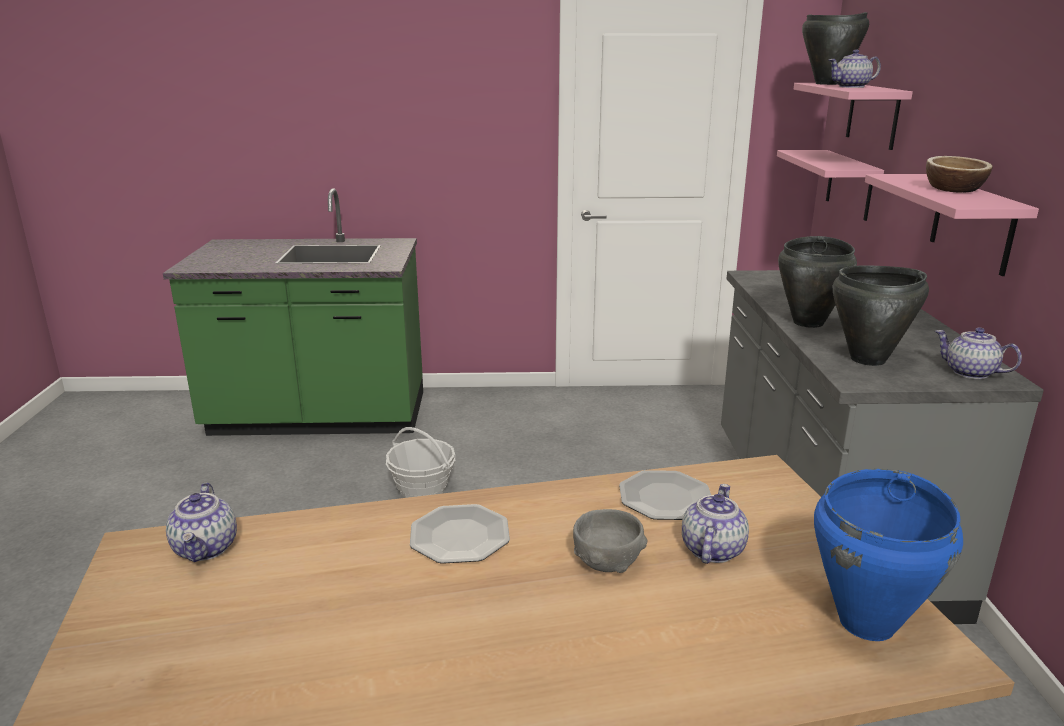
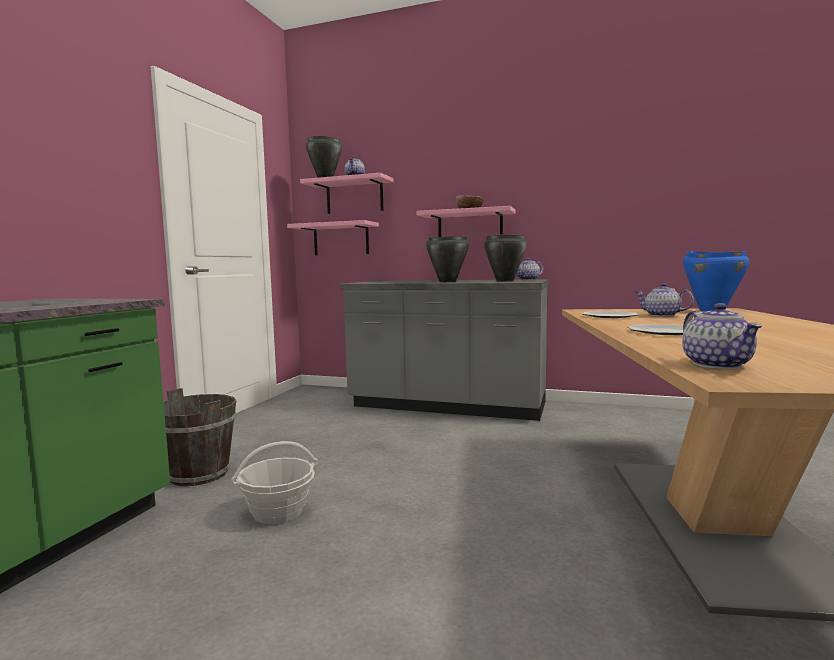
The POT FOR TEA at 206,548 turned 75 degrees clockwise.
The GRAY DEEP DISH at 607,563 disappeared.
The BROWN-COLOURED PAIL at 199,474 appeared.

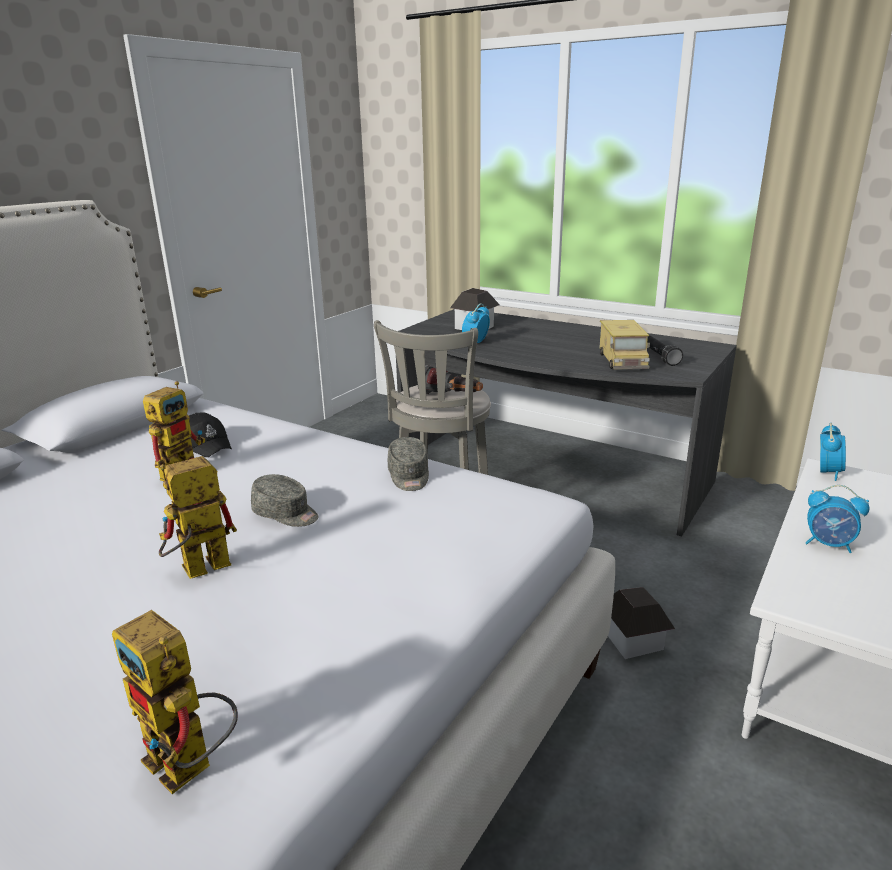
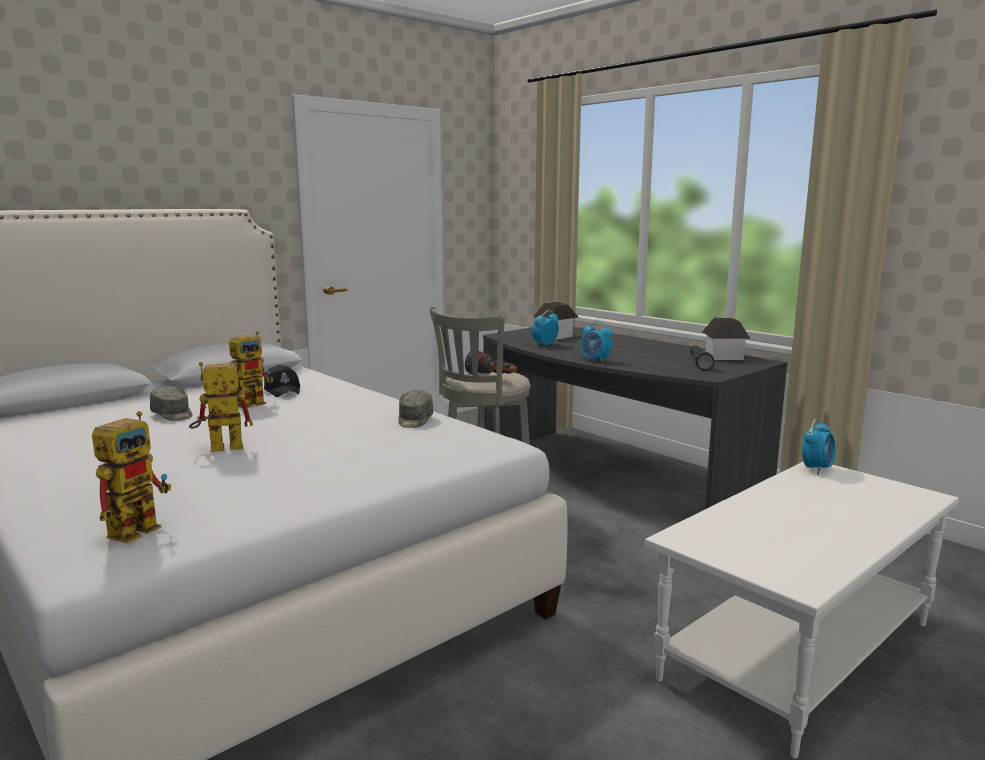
The TOY LORRY at 622,360 disappeared.
The GRAY CAP moved from 286,514 to 173,414.
The ALARM CLOCK moved from 829,544 to 595,360.
The TOY HOUSE moved from 633,640 to 724,356.
The TOY ROBOT at 190,767 turned 120 degrees counterclockwise.

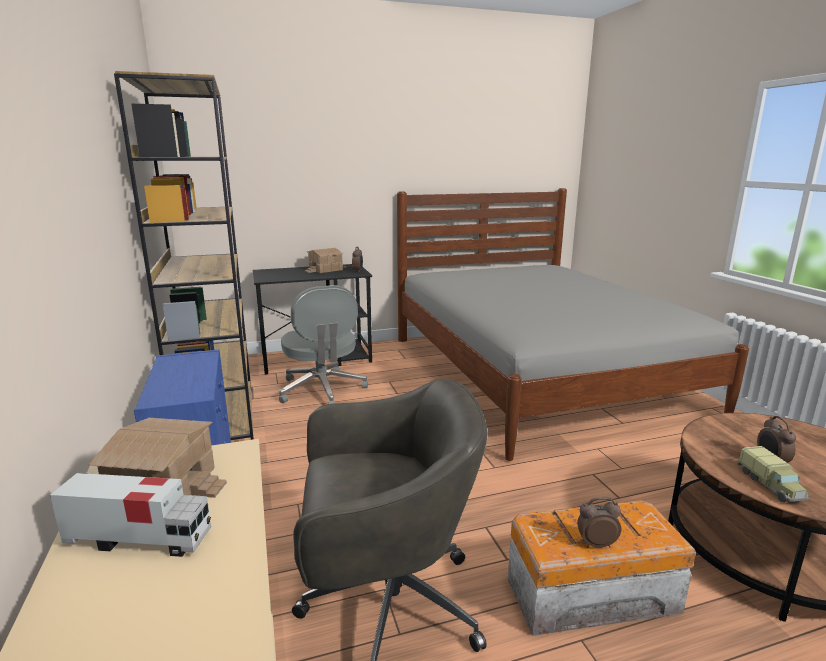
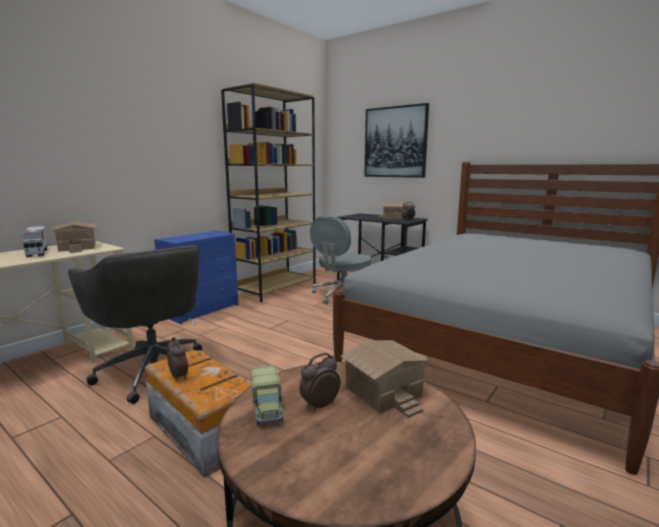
The TOY LORRY at 771,485 turned 60 degrees counterclockwise.
The PICTURE at 395,142 appeared.
The TOY HOUSE at 384,391 appeared.

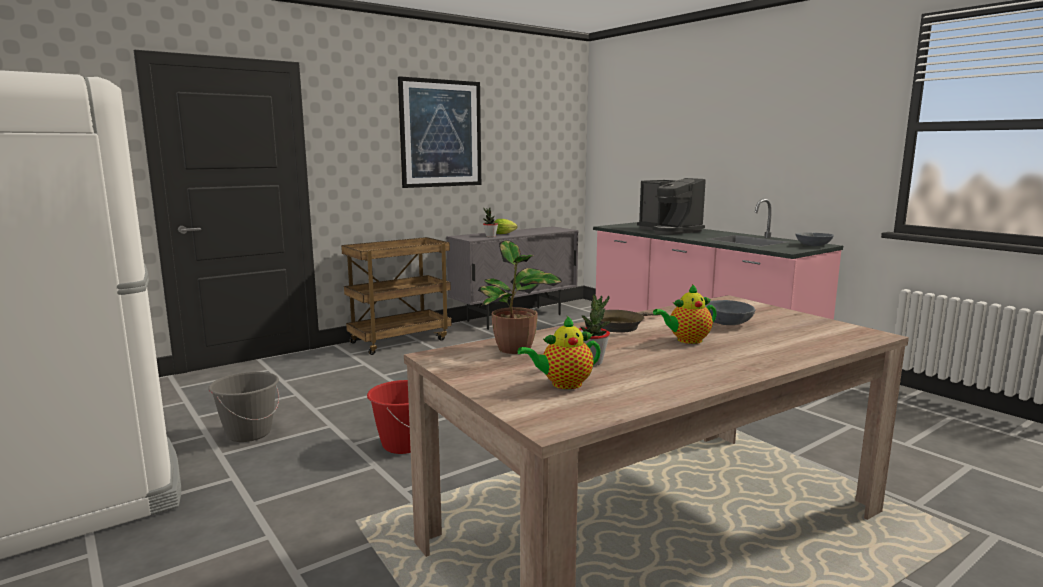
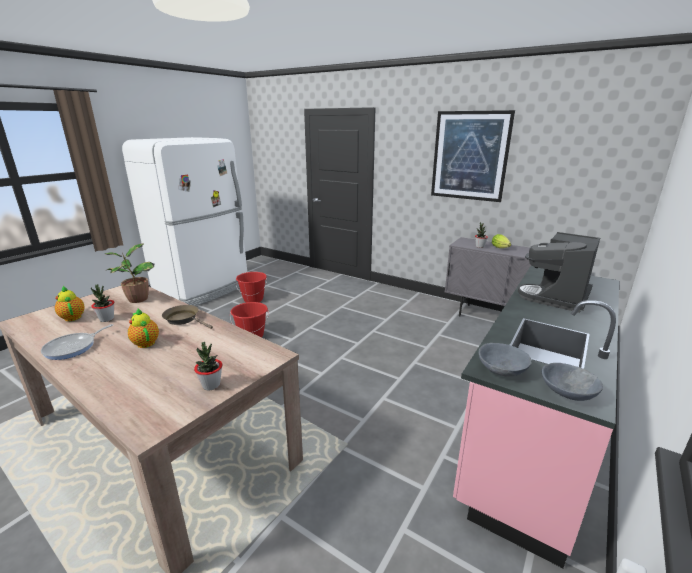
The BROWN-COLOURED CART at 400,340 disappeared.
The GRAY DEEP DISH moved from 725,323 to 502,369.
The GRAY PAIL at 249,433 became the RED PAIL at 253,299.
The FRYING PAN at 73,347 appeared.
The HOUSEPLANT at 211,385 appeared.

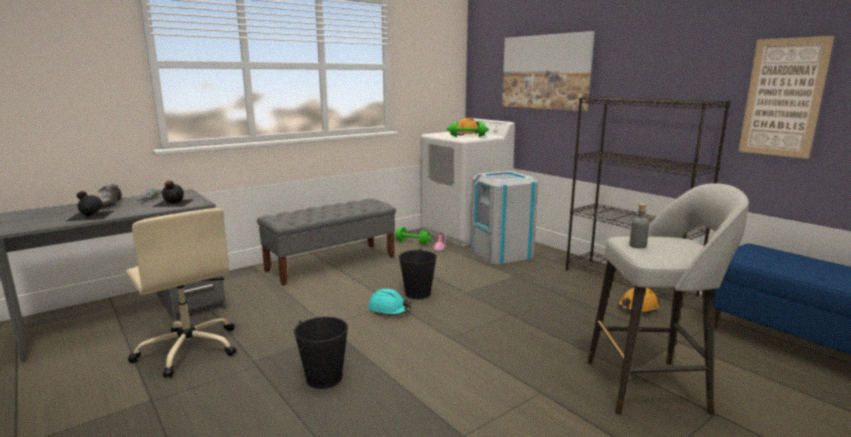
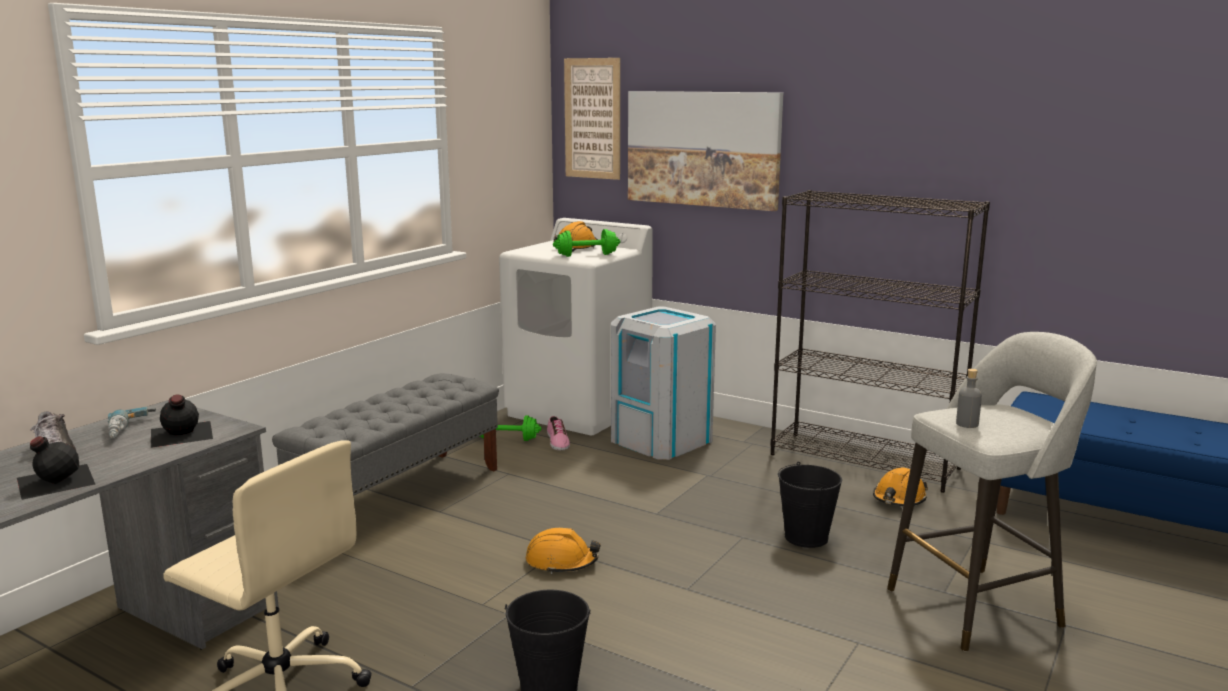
The PICTURE moved from 783,98 to 592,118.
The BLACKISH PAIL moved from 418,293 to 806,537.
The TURQUOISE-COLOURED WORK HELMET at 389,310 became the ORANGEY WORK HELMET at 561,562.

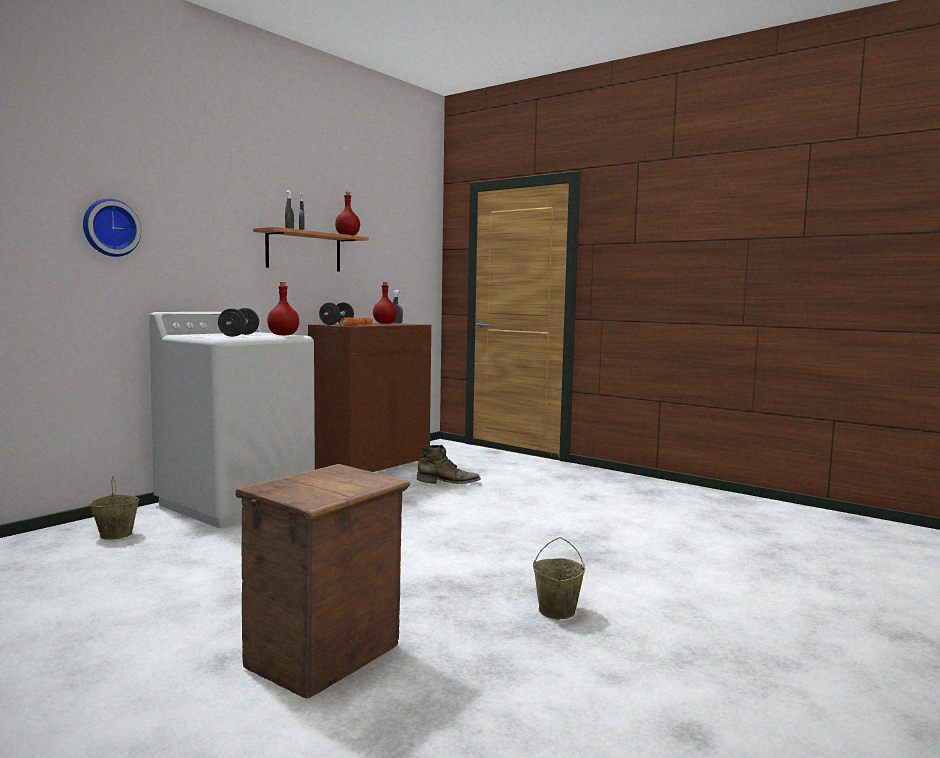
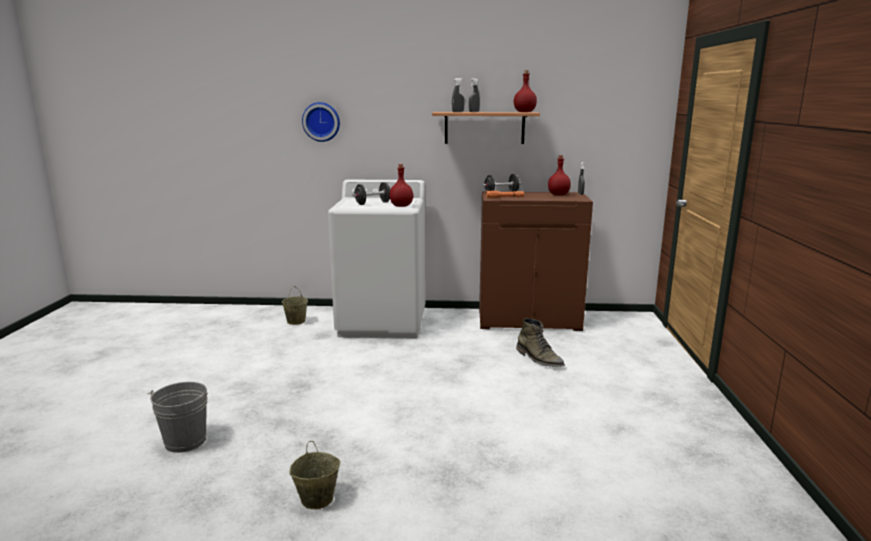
The SHIPPING CRATE at 325,656 was replaced by the GRAY PAIL at 185,441.

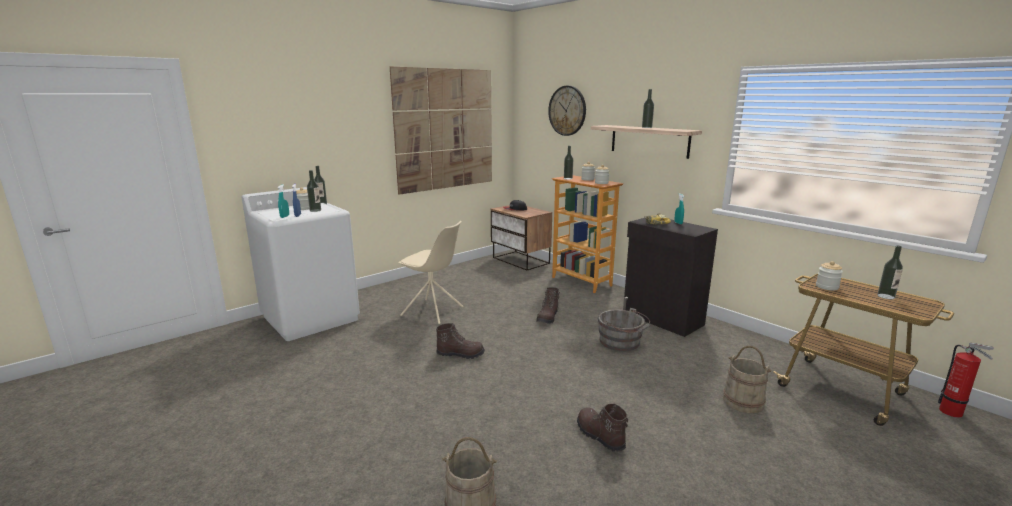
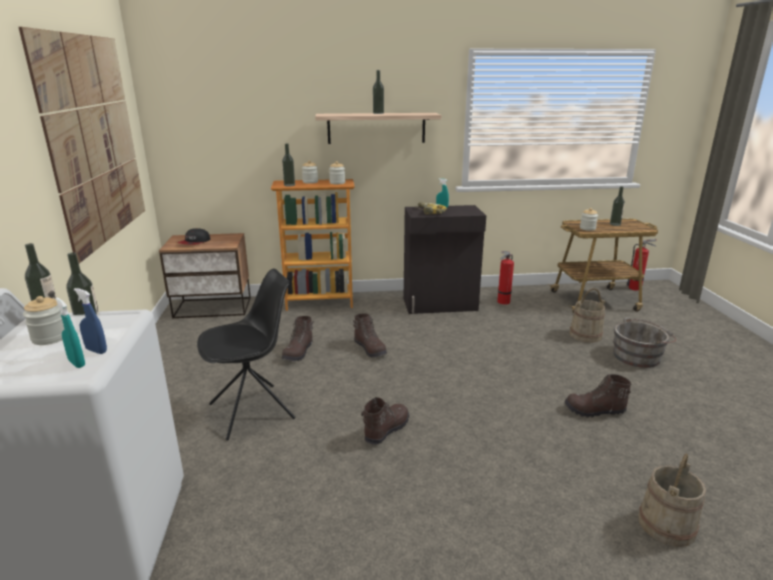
The CLOCK ON THE WALL at 567,110 disappeared.
The BEIGE-COLOURED UPRIGHT CHAIR at 433,311 became the BLACKISH UPRIGHT CHAIR at 253,411.
The GRAY PAIL moved from 621,342 to 639,356.
The FIRE-FIGHTING CYLINDER at 502,302 appeared.
The BROWN-COLOURED TALL BOOT at 299,352 appeared.

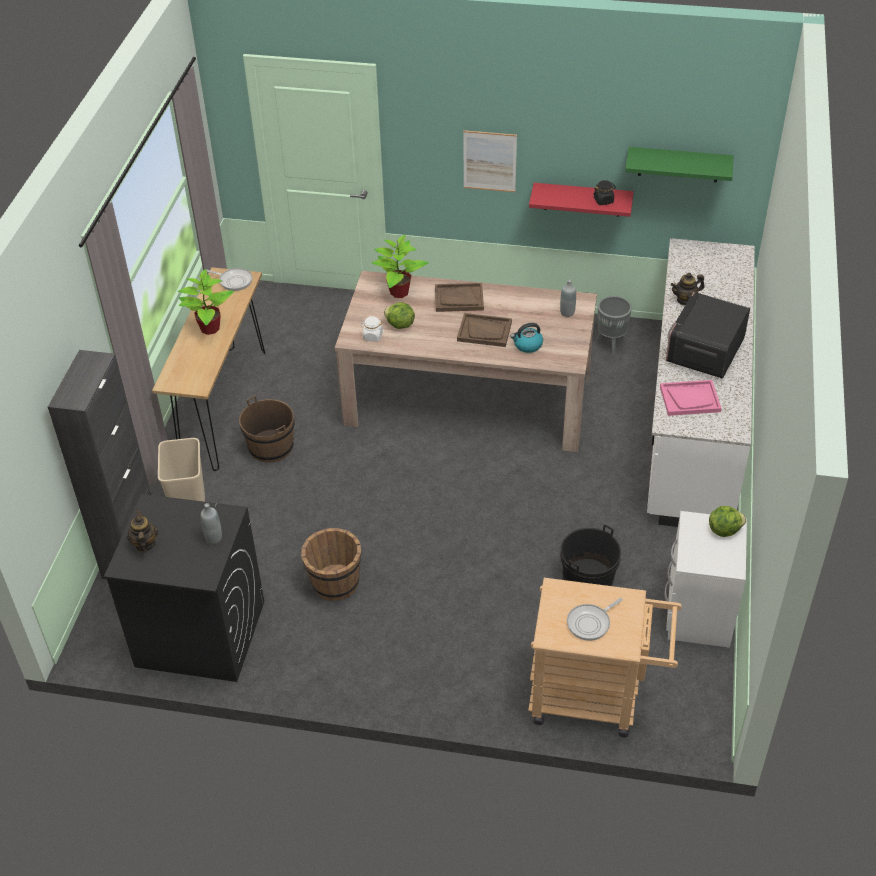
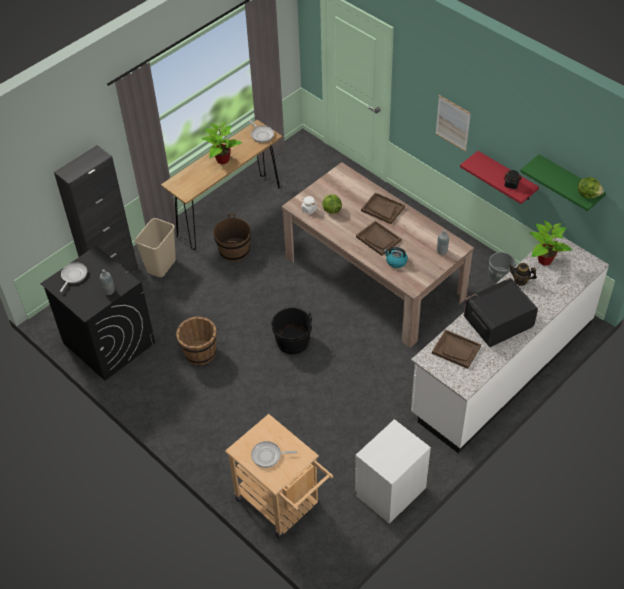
The HOUSEPLANT moved from 399,292 to 544,260.
The PINKISH CARRYING TRAY at 690,399 became the BROWN-COLOURED CARRYING TRAY at 456,350.
The LETTUCE HEAD moved from 724,530 to 588,194.
The POT FOR TEA at 144,544 was replaced by the FRYING PAN at 73,276.
The BLACKISH PAIL moved from 588,579 to 293,341.

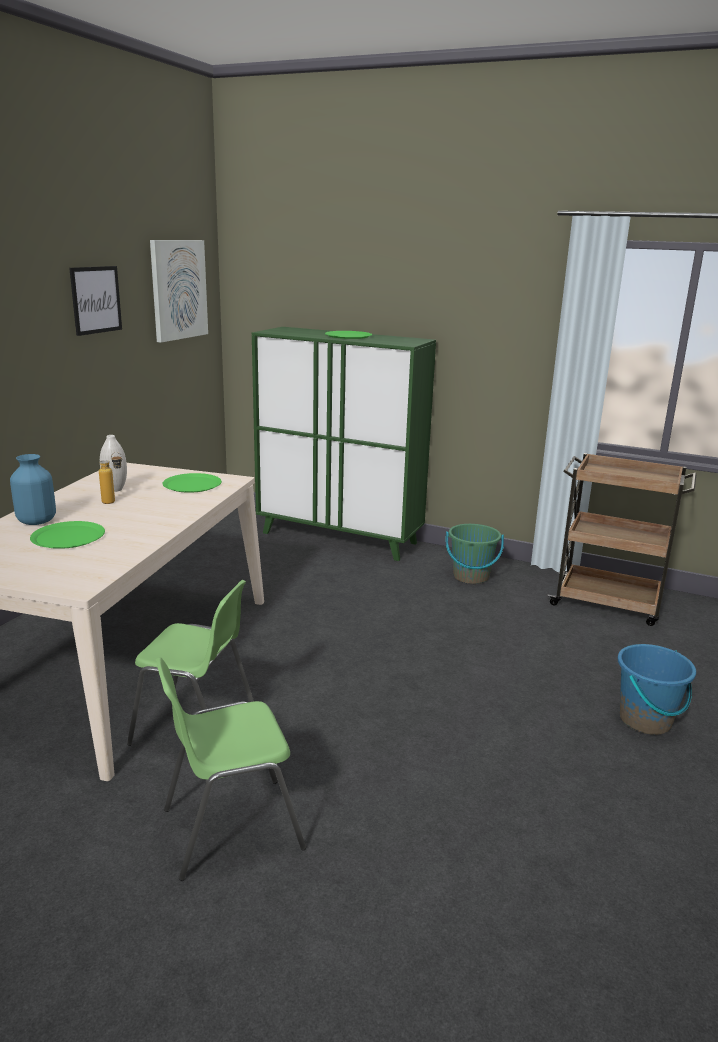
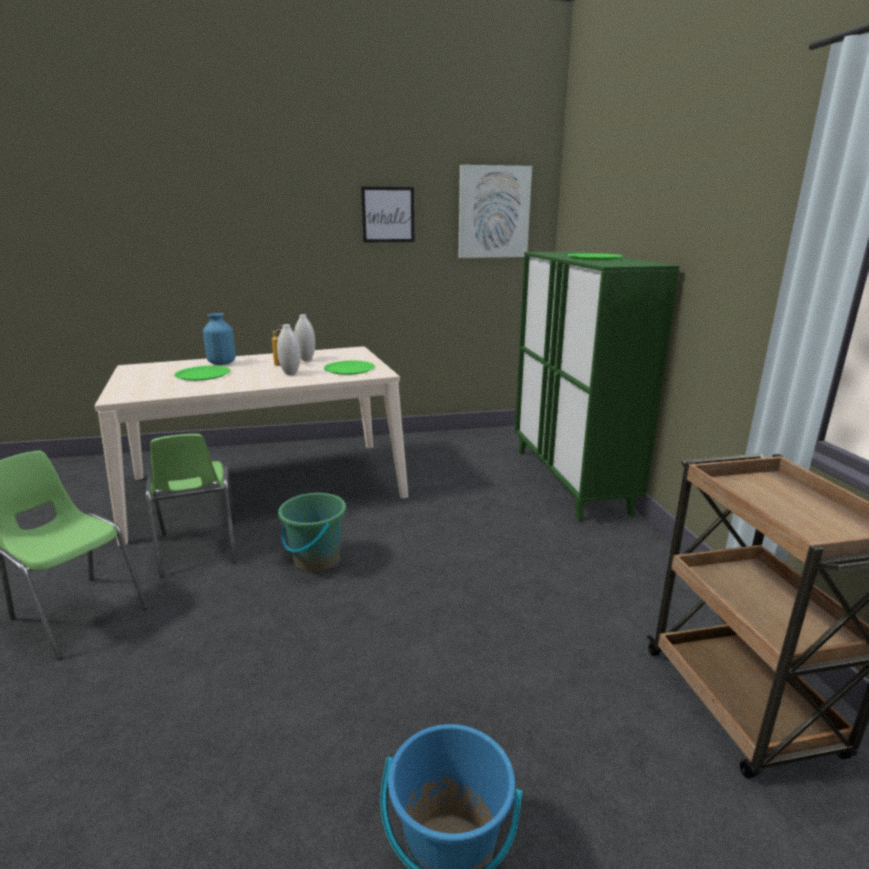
The GREENISH PAIL moved from 471,577 to 316,560.
The WHITISH FLOWER VASE at 290,373 appeared.

